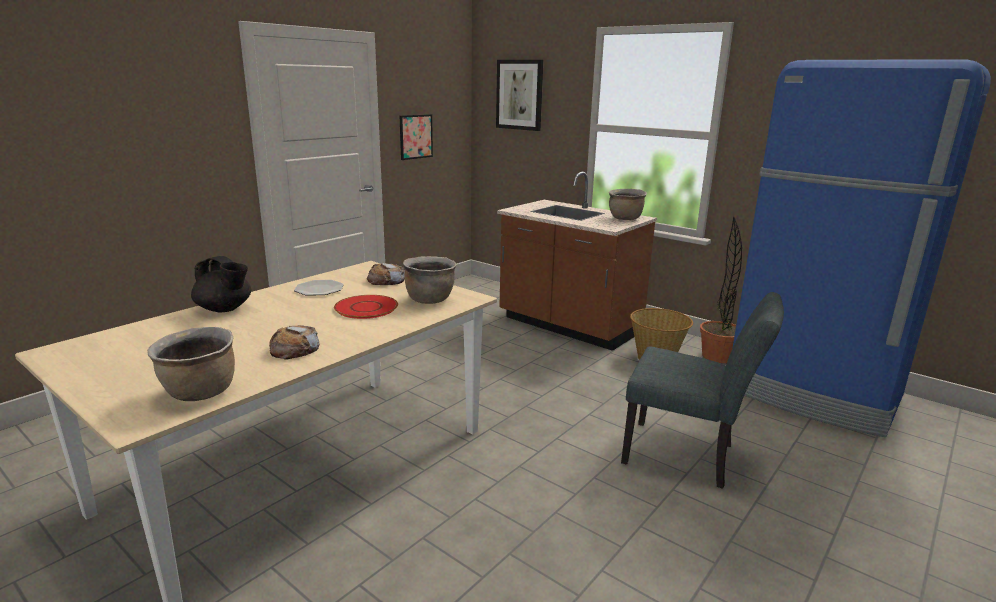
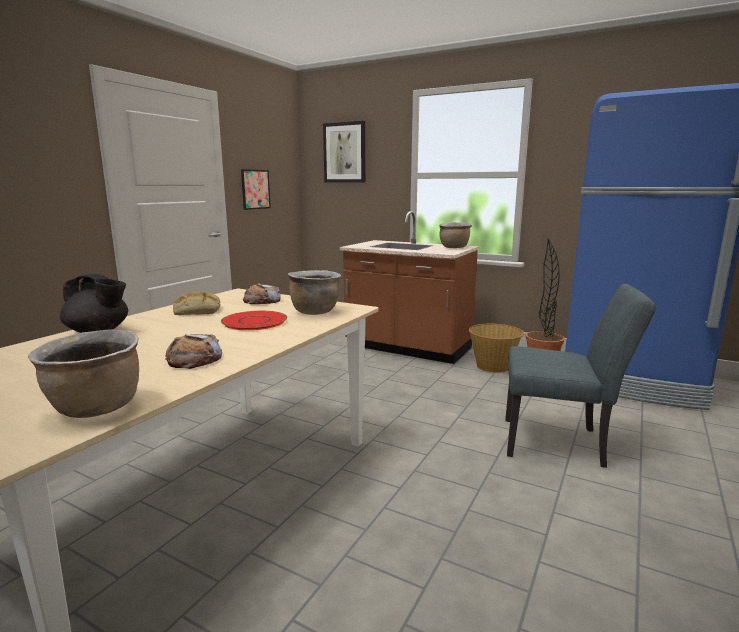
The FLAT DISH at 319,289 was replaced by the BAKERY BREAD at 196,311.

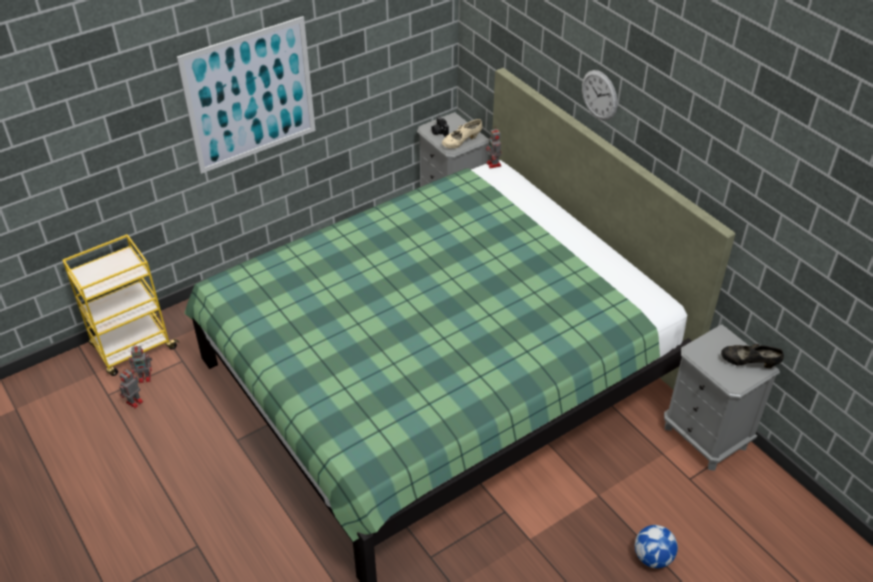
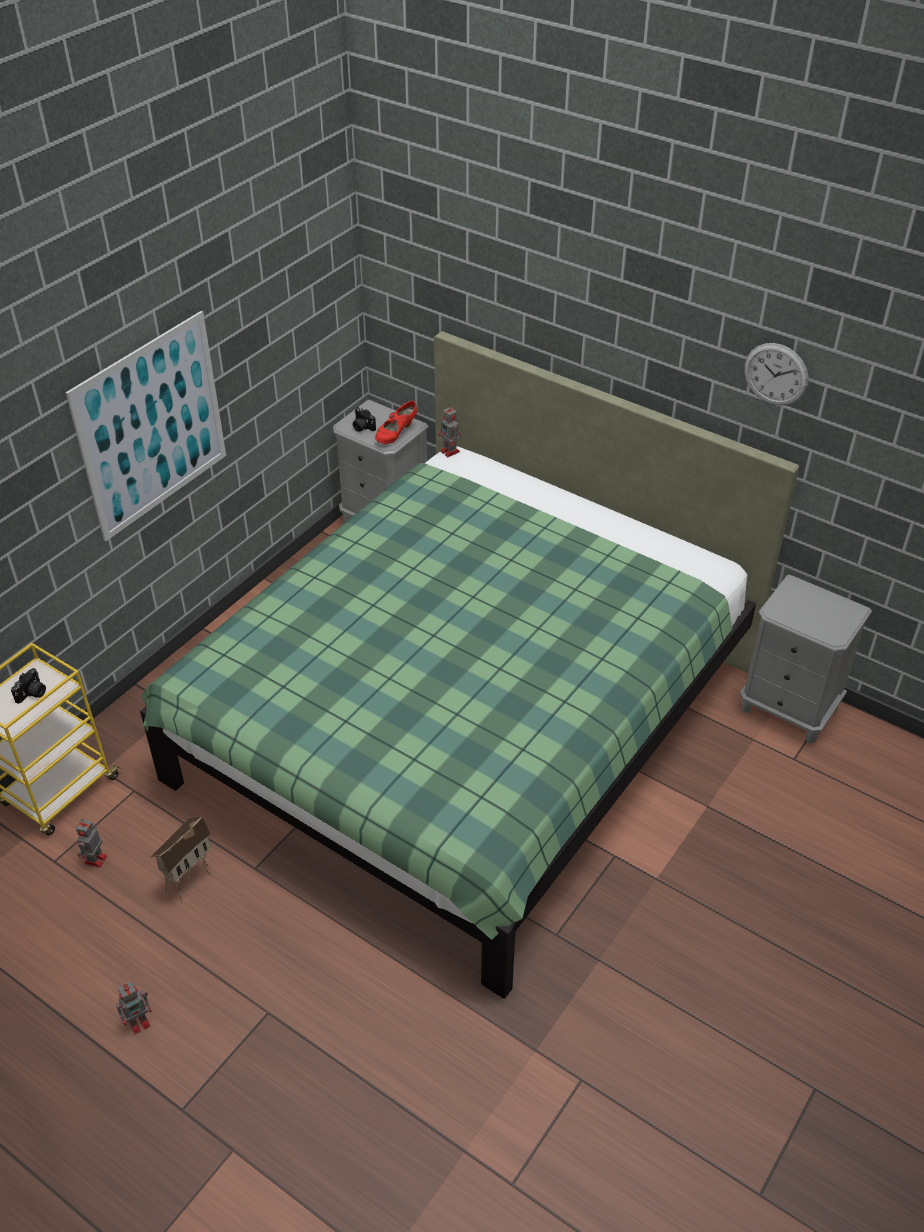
The CLOCK ON THE WALL moved from 599,95 to 776,374.
The BEIGE-COLOURED ITEM OF FOOTWEAR at 461,143 became the RED ITEM OF FOOTWEAR at 396,434.
The BLACKISH ITEM OF FOOTWEAR at 749,363 disappeared.
The TOY ROBOT moved from 145,377 to 140,1021.
The FOOTBALL at 652,557 disappeared.
The PHOTO CAMERA at 32,694 appeared.
The TOY HOUSE at 188,879 appeared.

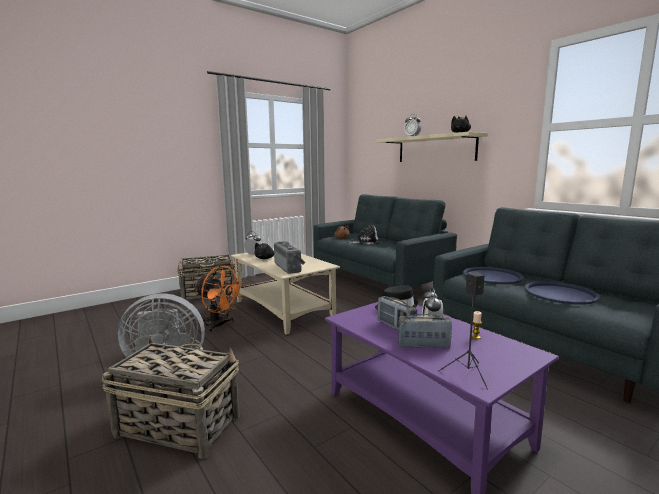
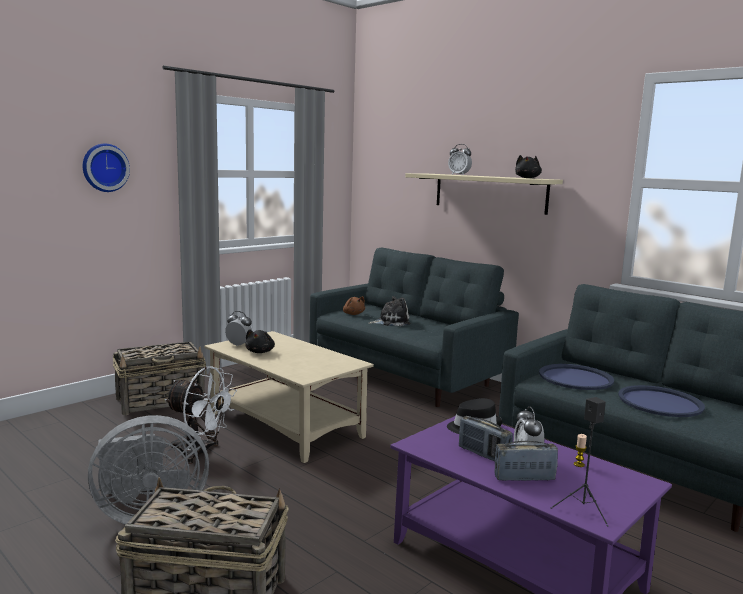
The RADIO RECEIVER at 290,267 disappeared.
The ORANGEY FAN at 219,325 became the WHITISH FAN at 200,453.
The CLOCK ON THE WALL at 104,167 appeared.

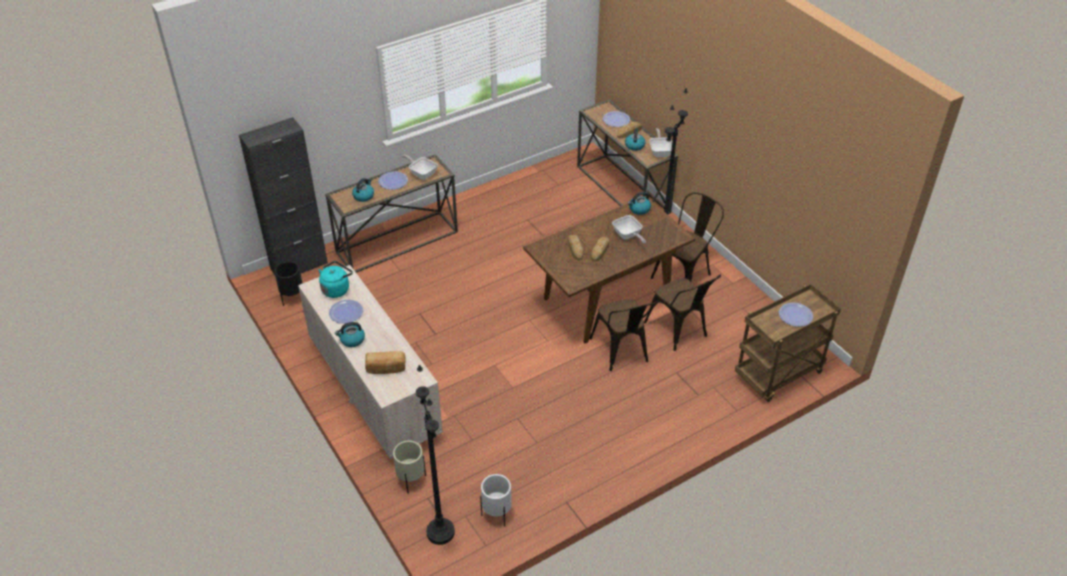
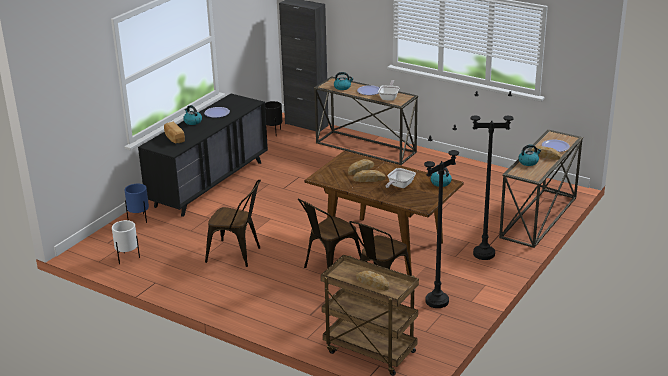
The FRYING PAN at 660,152 disappeared.
The BROWN-COLOURED UPRIGHT CHAIR moved from 685,274 to 238,254.
The TURQUOISE-COLOURED KETTLE at 336,289 disappeared.
The BEIGE-COLOURED CHEST OF DRAWERS at 374,392 became the BLACKISH CHEST OF DRAWERS at 210,184.
The FLAT DISH at 795,315 was replaced by the BAKERY BREAD at 372,283.
The BLACKISH STANDARD LAMP moved from 440,532 to 437,301.
The BEIGE-COLOURED PLANT POT at 411,480 became the BLUE-COLOURED PLANT POT at 139,219.

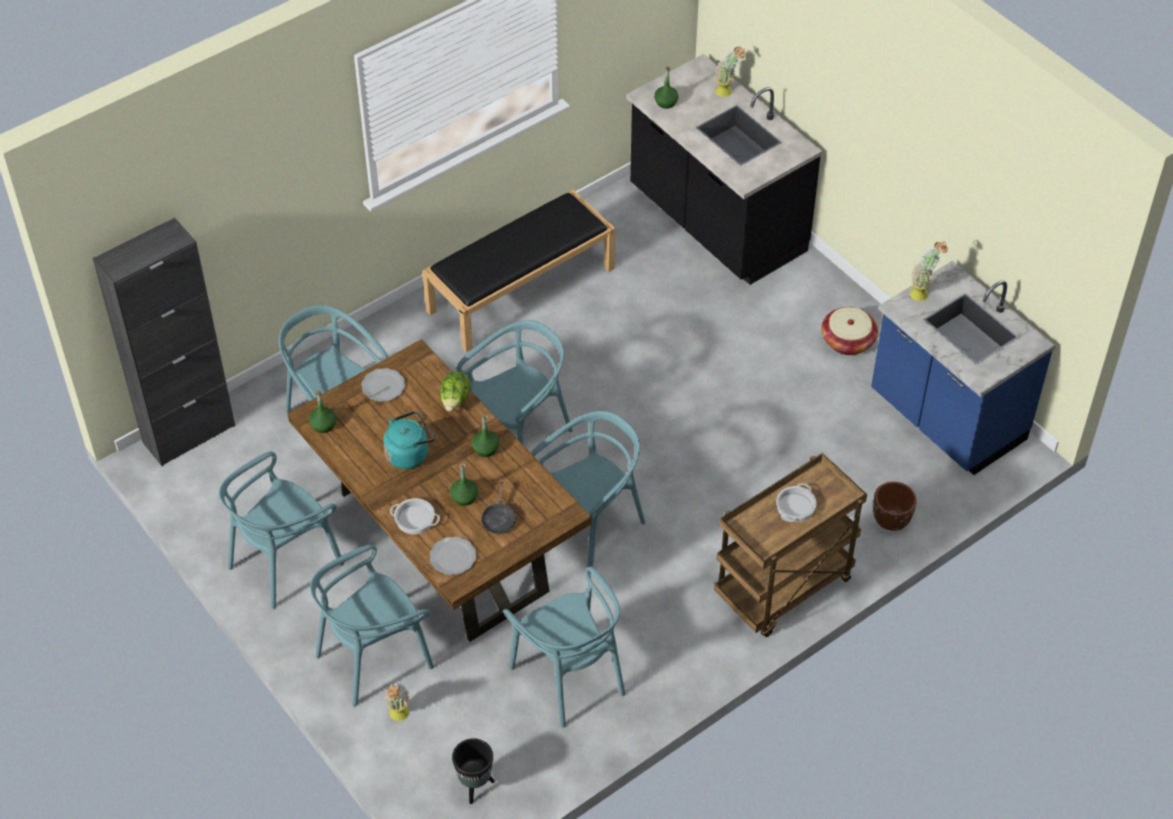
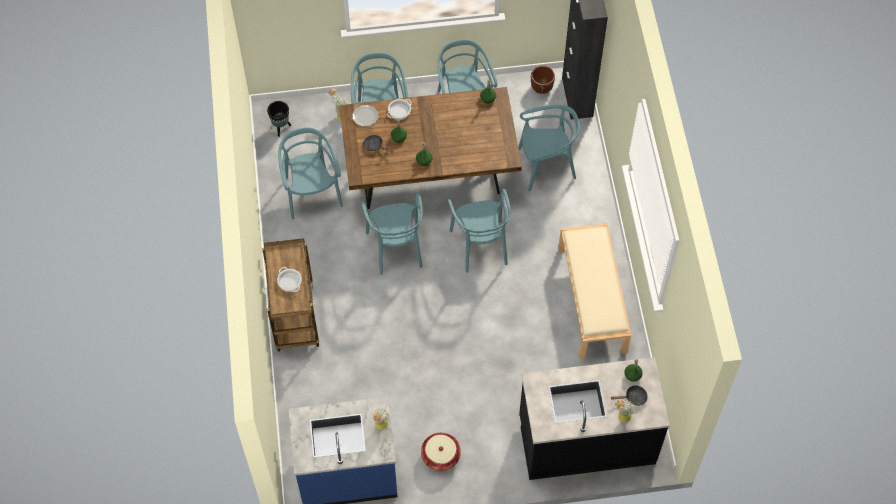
The BLACKISH LONG SEAT at 521,288 became the BEIGE-COLOURED LONG SEAT at 592,300.
The FLAT DISH at 382,386 disappeared.
The LETTUCE HEAD at 455,401 disappeared.
The TURQUOISE-COLOURED KETTLE at 409,453 disappeared.
The BROWN-COLOURED PLANT POT moved from 890,521 to 542,88.
The TURQUOISE-COLOURED UPRIGHT CHAIR at 569,677 turned 75 degrees clockwise.
The BLACKISH FRYING PAN at 633,397 appeared.

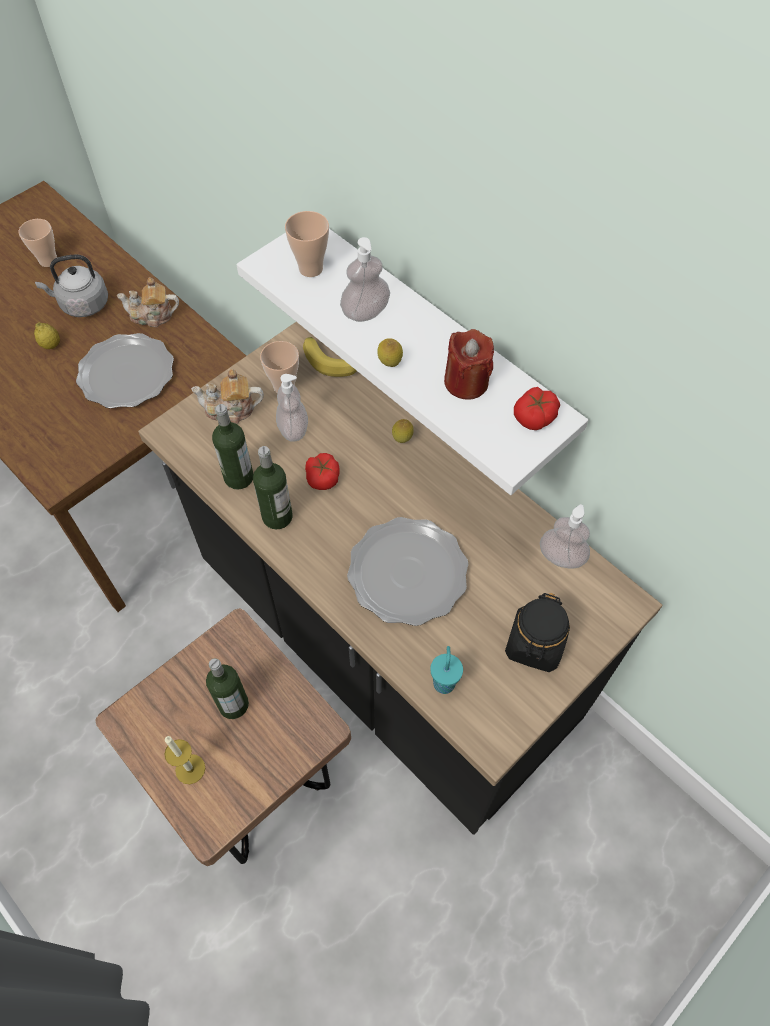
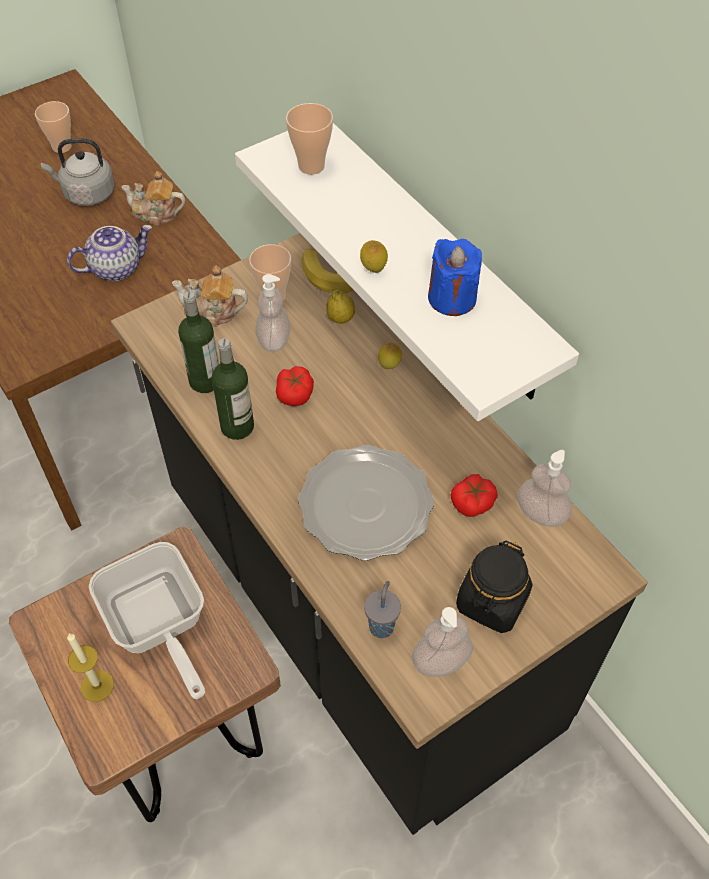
The SOAP DISPENSER moved from 365,312 to 440,661.
The CITRUS FRUIT moved from 51,345 to 340,319.
The RED CANDLE at 466,382 became the BLUE-COLOURED CANDLE at 452,298.
The FLAT DISH at 126,374 was replaced by the POT FOR TEA at 116,268.
The FRESH TOMATO moved from 535,416 to 473,502.
The TURQUOISE-COLOURED SMALL CUP at 444,682 became the GRAY SMALL CUP at 382,625.
The BEVERAGE BOTTLE at 233,704 was replaced by the FRYING PAN at 158,626.

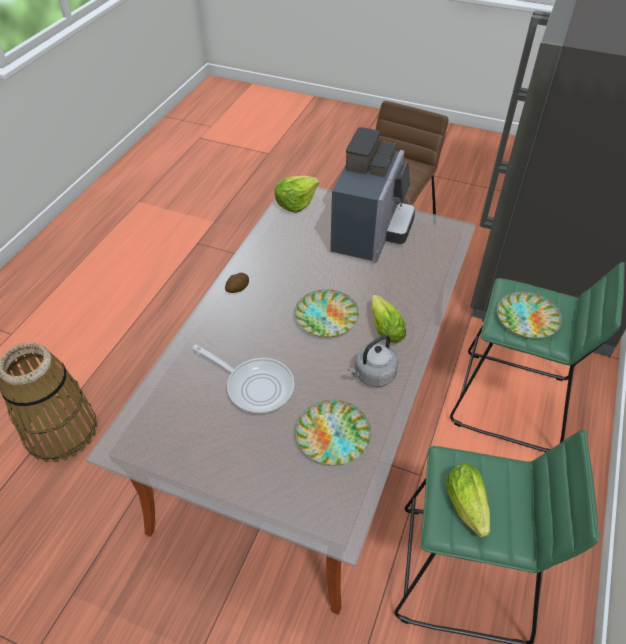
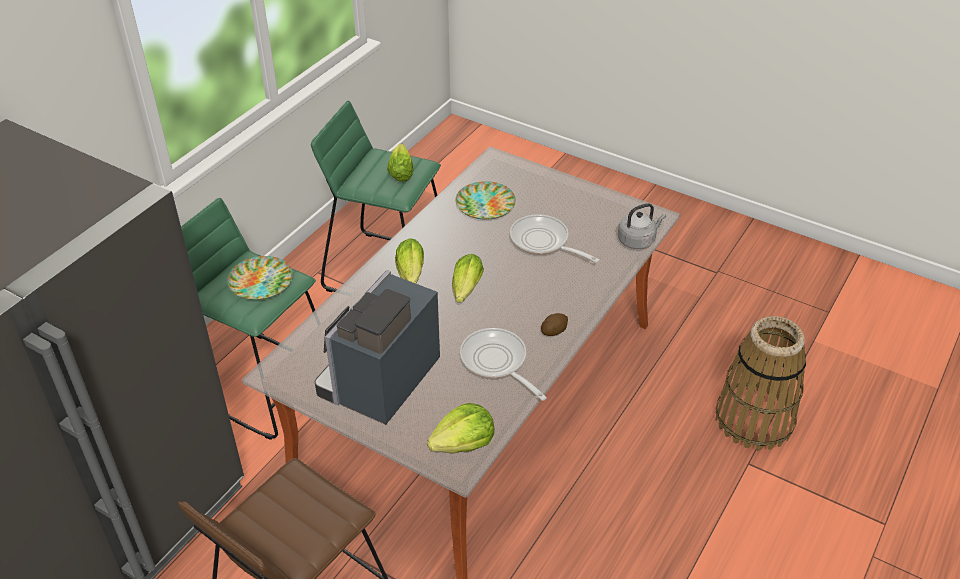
The FLAT DISH at 326,317 was replaced by the LETTUCE HEAD at 465,290.
The GRAY KETTLE moved from 373,375 to 638,240.
The FRYING PAN at 496,362 appeared.

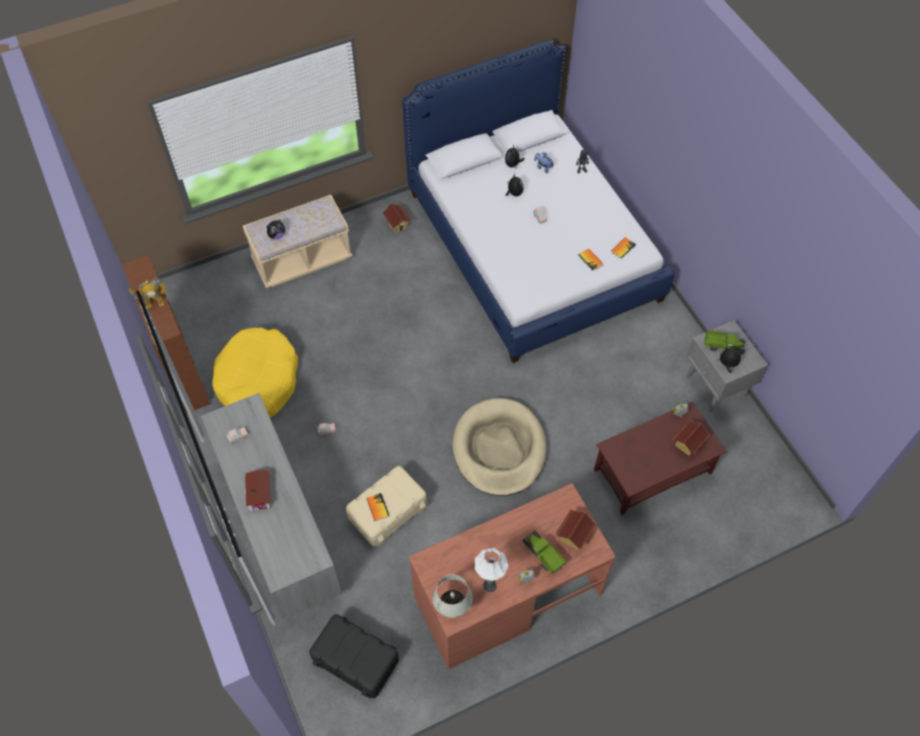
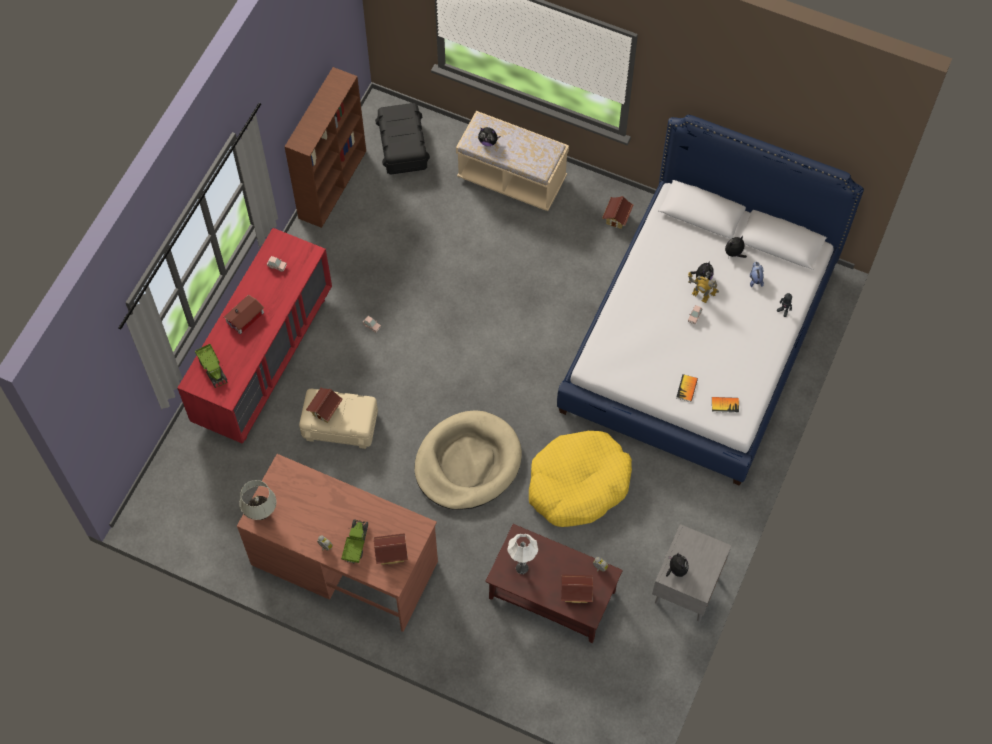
The TOY ROBOT moved from 155,303 to 700,295.
The YELLOWISH DOG BED moved from 258,380 to 578,484.
The TOY LORRY moved from 723,346 to 213,369.
The GRAY CHEST OF DRAWERS at 279,525 became the RED CHEST OF DRAWERS at 264,359.
The BOUND BOOK at 378,507 was replaced by the TOY HOUSE at 325,411.
The WHITISH LAMP FOR A TABLE moved from 489,586 to 522,568.
The BLACKISH STORAGE CONTAINER moved from 355,661 to 402,147.

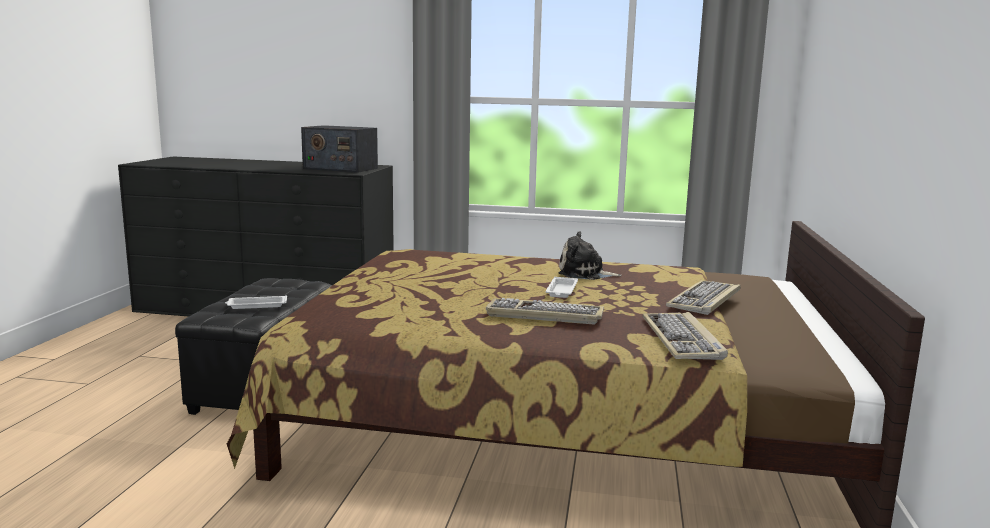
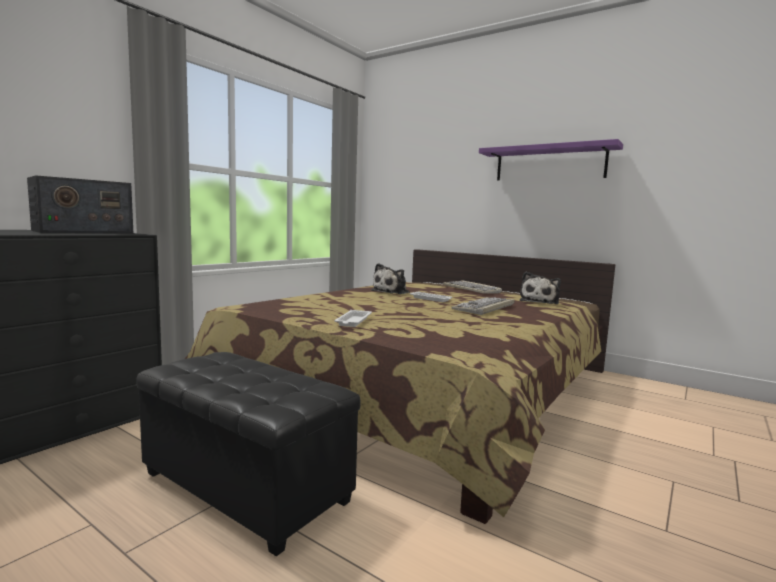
The WHITISH CARRYING TRAY moved from 256,305 to 353,321.
The KEYBOARD at 683,340 was replaced by the SOFT TOY at 540,301.
The PURPLISH SHELF at 549,163 appeared.

